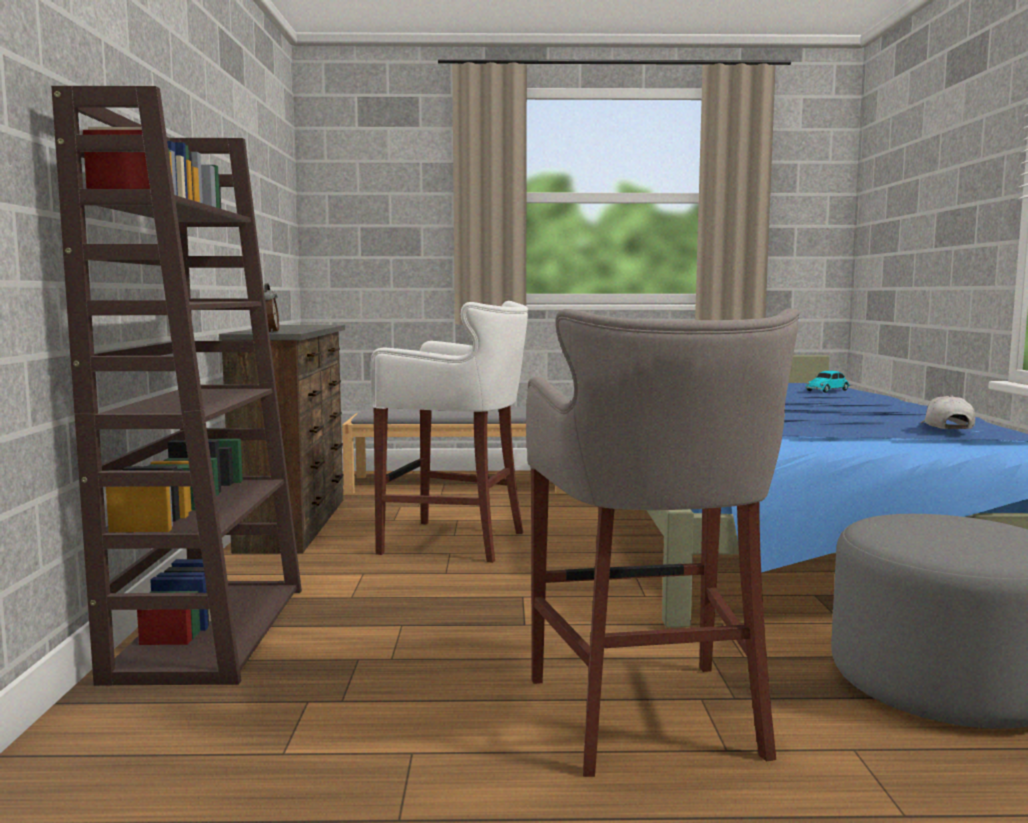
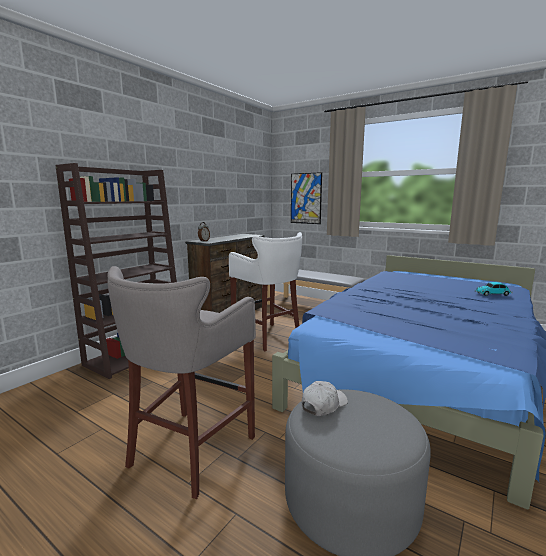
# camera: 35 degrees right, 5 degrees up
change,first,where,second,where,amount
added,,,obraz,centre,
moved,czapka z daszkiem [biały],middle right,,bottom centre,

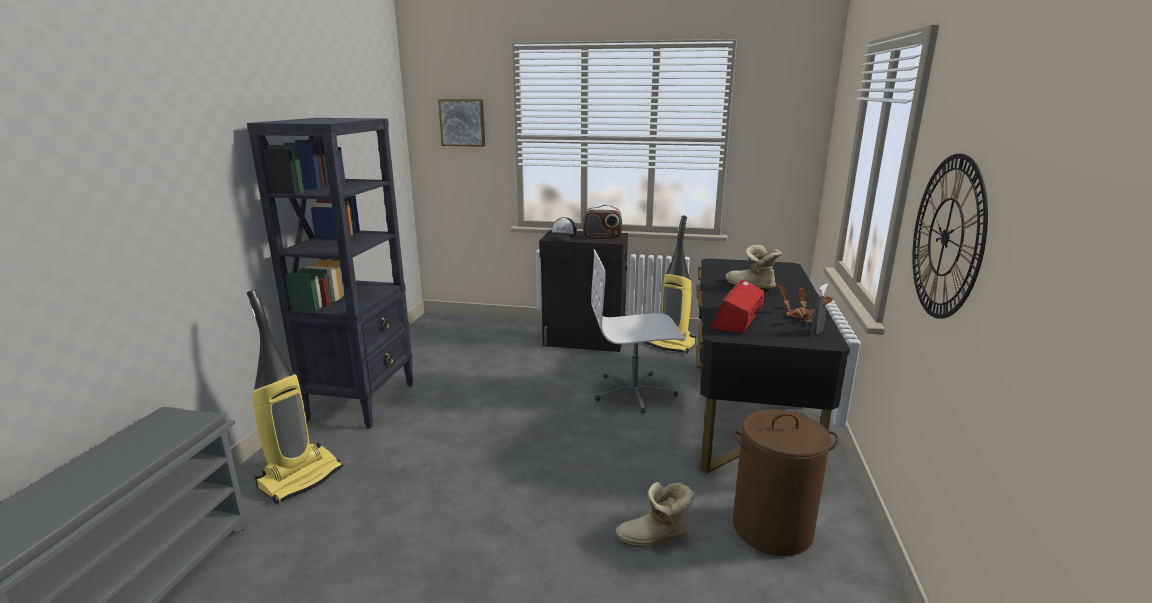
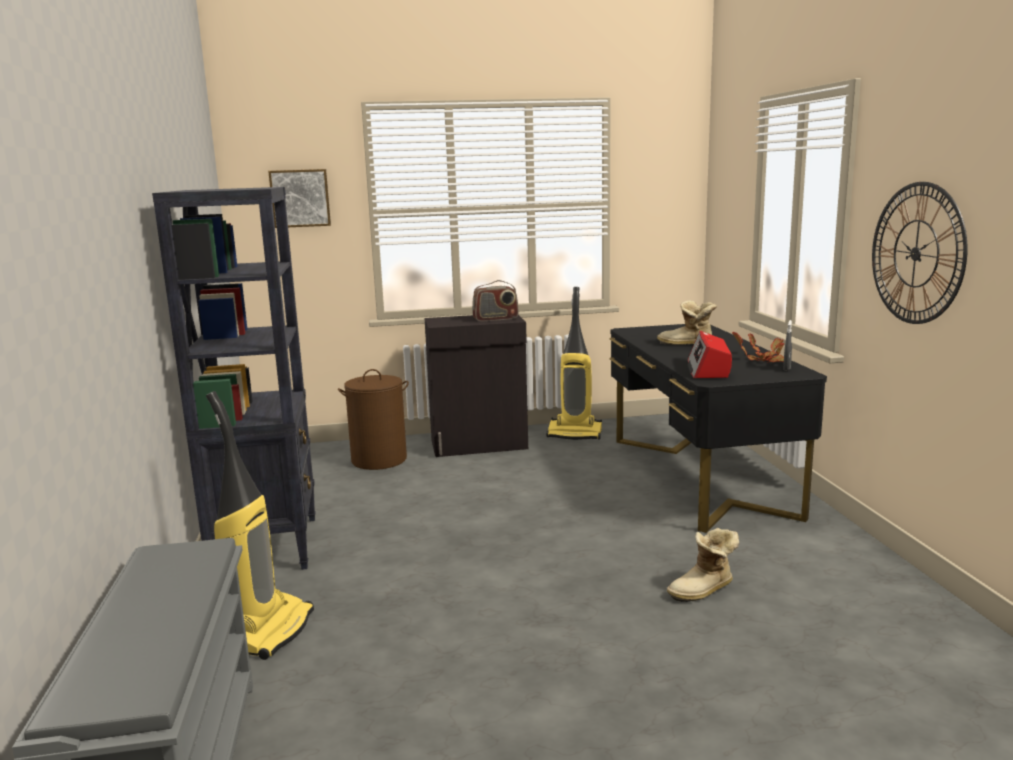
# camera: 20 degrees left, 5 degrees down
change,first,where,second,where,amount
removed,czapka z daszkiem,centre,,,
removed,krzesło biurowe [biały],centre,,,
moved,kosz na pranie [brązowy],bottom right,,centre,

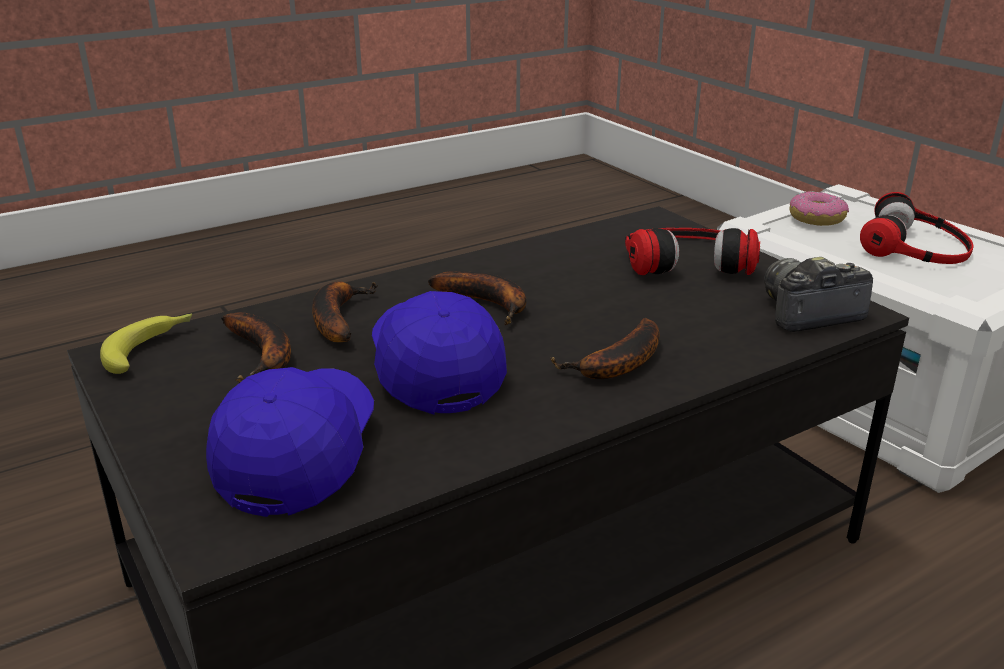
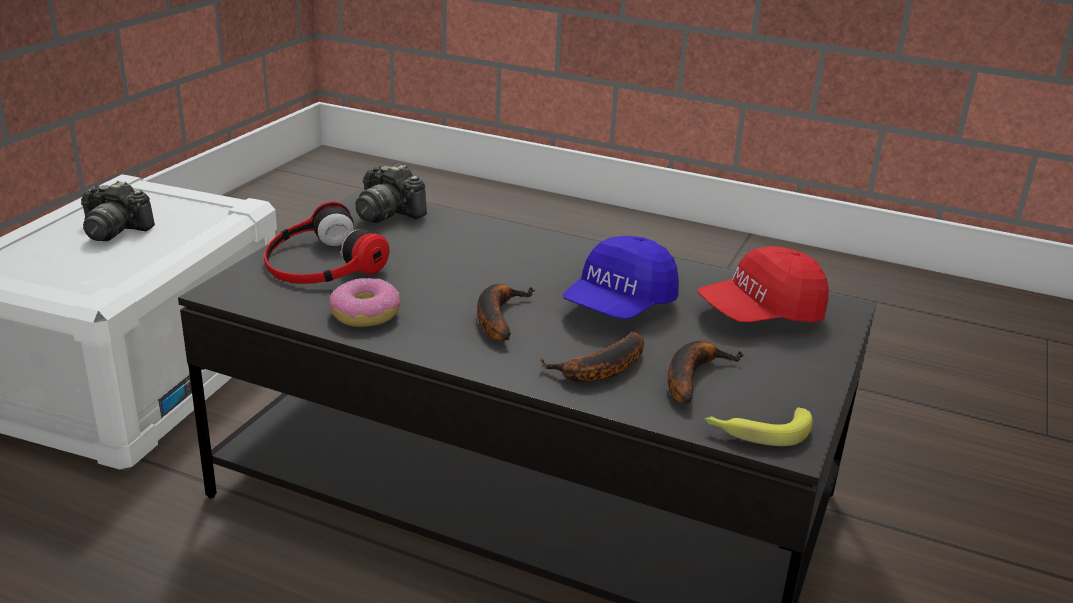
# camera: 125 degrees left, 0 degrees up
change,first,where,second,where,amount
removed,banan (5th from left),centre,,,
moved,donut,top right,,centre,
replaced,słuchawki (2nd from left),middle right,aparat fotograficzny (1st from left),middle left,
recoloured,czapka z daszkiem [niebieski] (1st from left),middle left,czapka z daszkiem [czerwony],middle right,

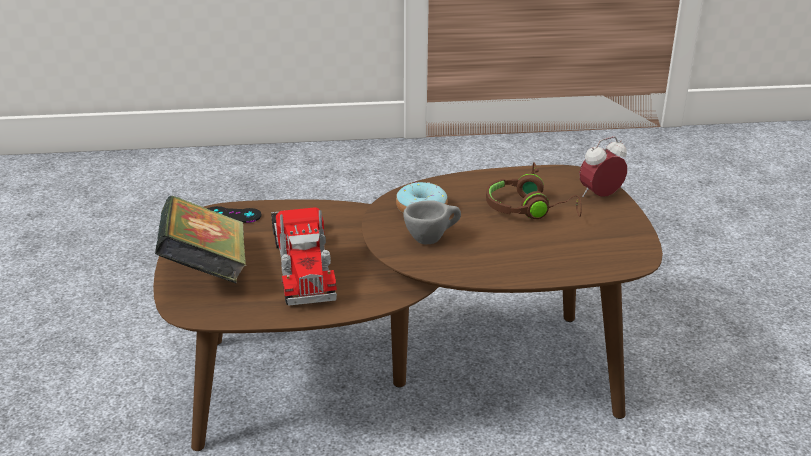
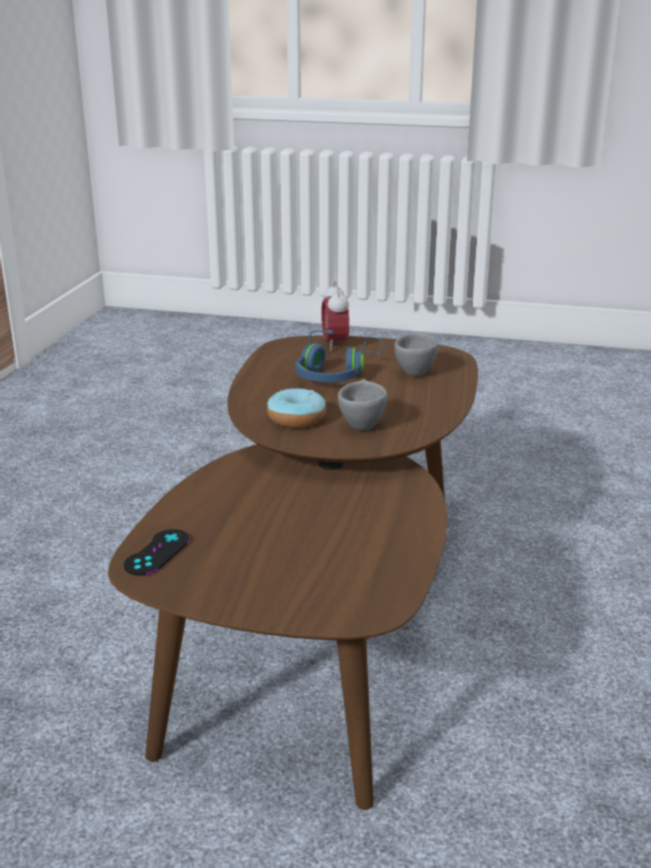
# camera: 70 degrees left, 5 degrees down
change,first,where,second,where,amount
removed,książka,middle left,,,
removed,ciężarówka zabawkowa,centre,,,
added,,,filiżanka [szary] (2nd from left),centre,
recoloured,słuchawki [brązowy],centre,słuchawki [niebieski],centre,

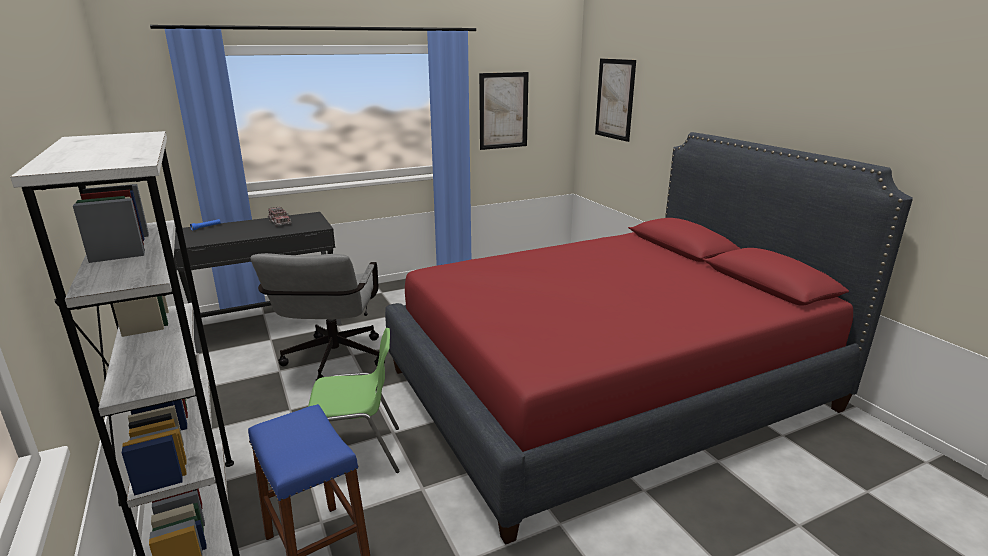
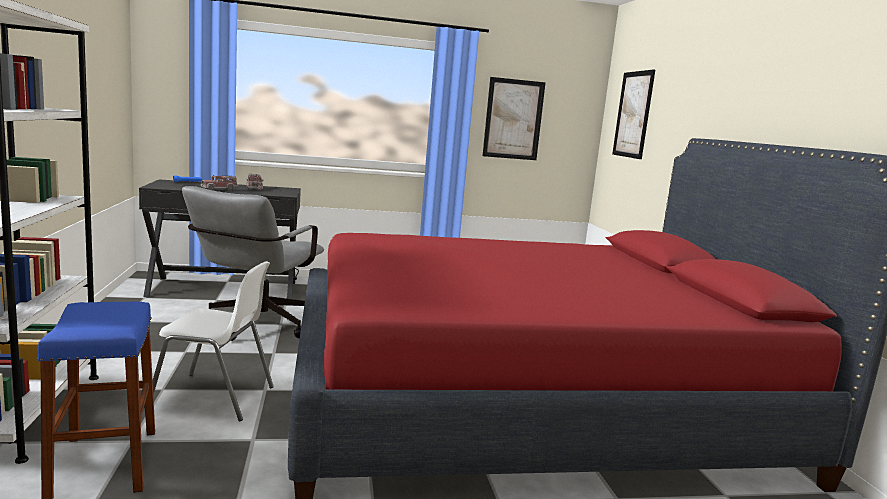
# camera: 15 degrees right, 10 degrees down
change,first,where,second,where,amount
added,,,ciężarówka zabawkowa (1st from left),middle left,
recoloured,krzesło [zielony],bottom centre,krzesło [biały],bottom left,

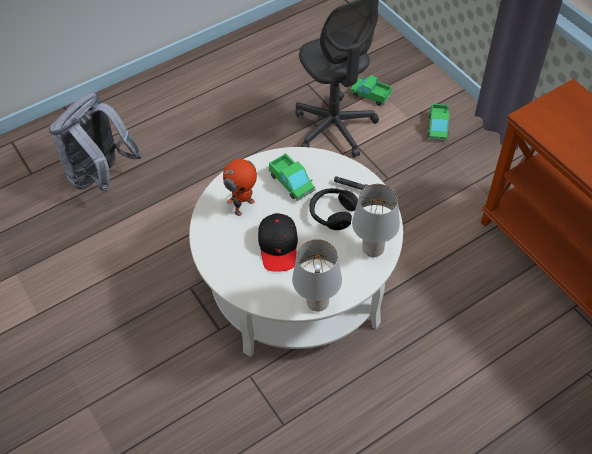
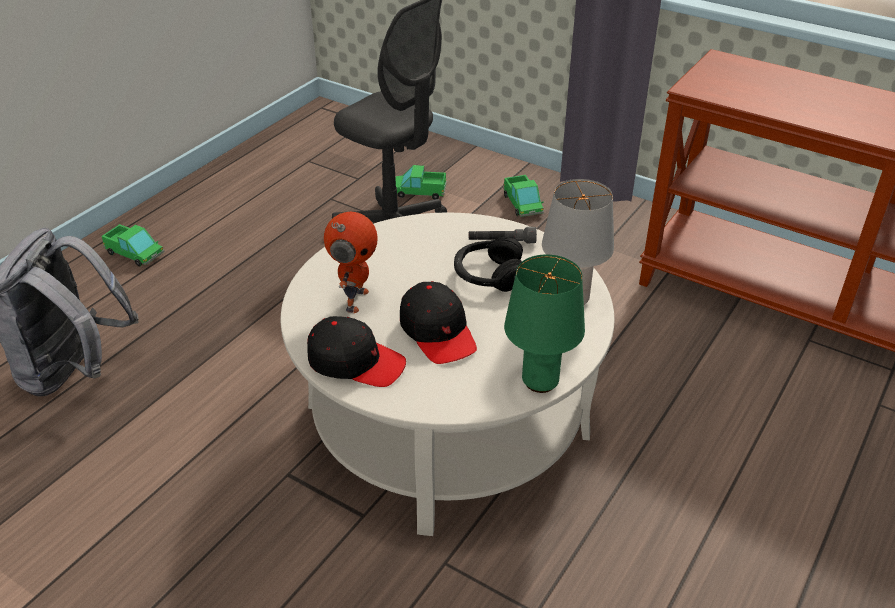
# camera: 25 degrees left, 15 degrees down
change,first,where,second,where,amount
added,,,czapka z daszkiem [czarny] (1st from left),centre,
moved,ciężarówka zabawkowa (1st from left),centre,,middle left,
recoloured,lampa stołowa [szary] (1st from left),centre,lampa stołowa [zielony],centre,

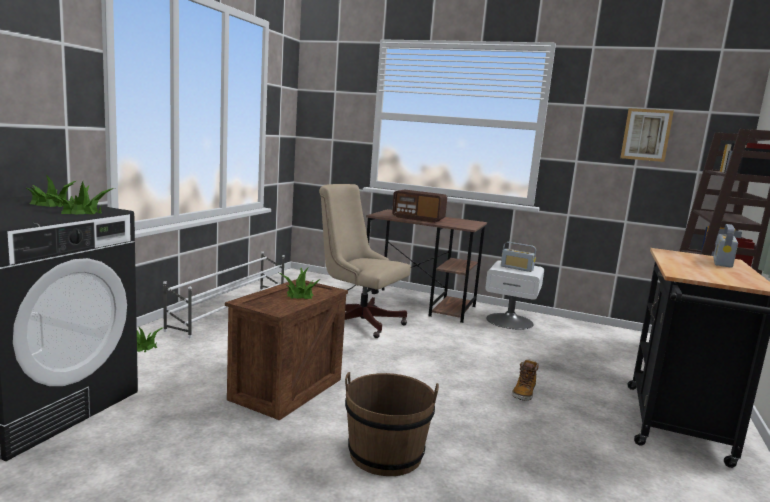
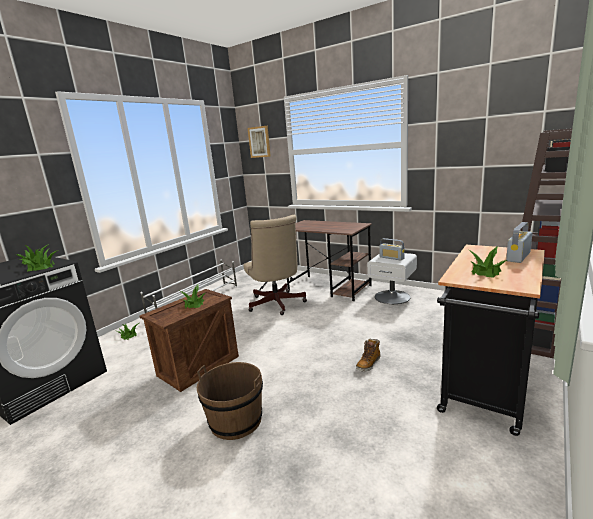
# camera: 15 degrees right, 5 degrees up
change,first,where,second,where,amount
removed,radio (1st from left),centre,,,
added,,,roślina doniczkowa (5th from left),middle right,
moved,obraz,top right,,top centre,
turned,krzesło biurowe [beżowy],centre,,centre,150 degrees counterclockwise

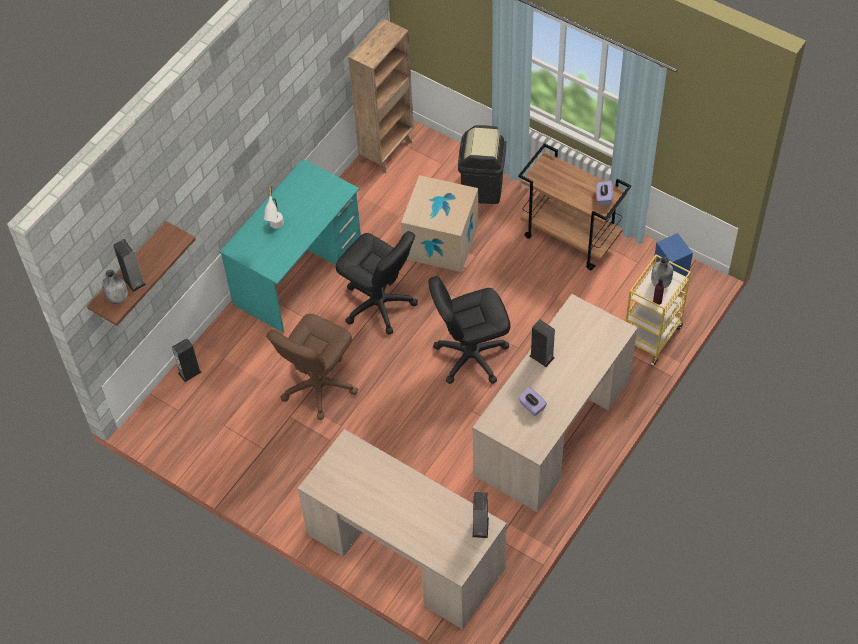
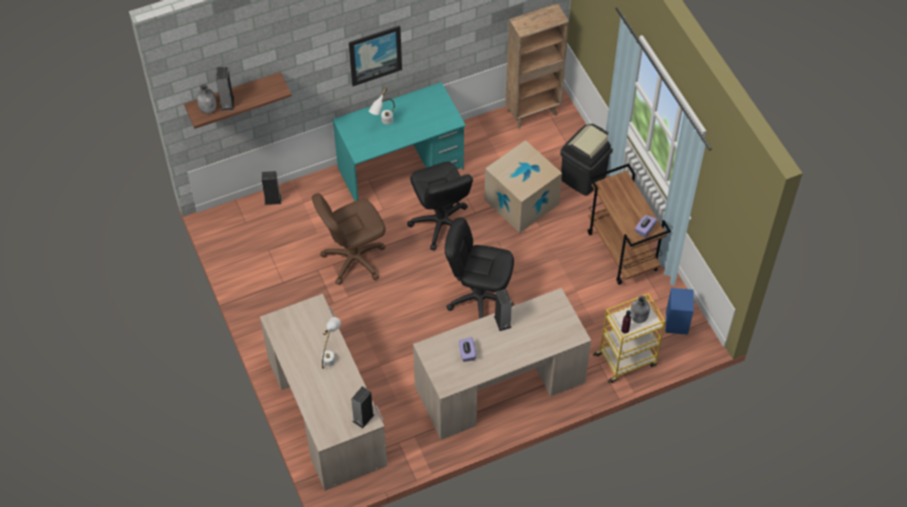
# camera: 30 degrees right, 0 degrees up
change,first,where,second,where,amount
added,,,lampa stołowa [biały] (1st from left),bottom centre,
added,,,obraz,top centre,

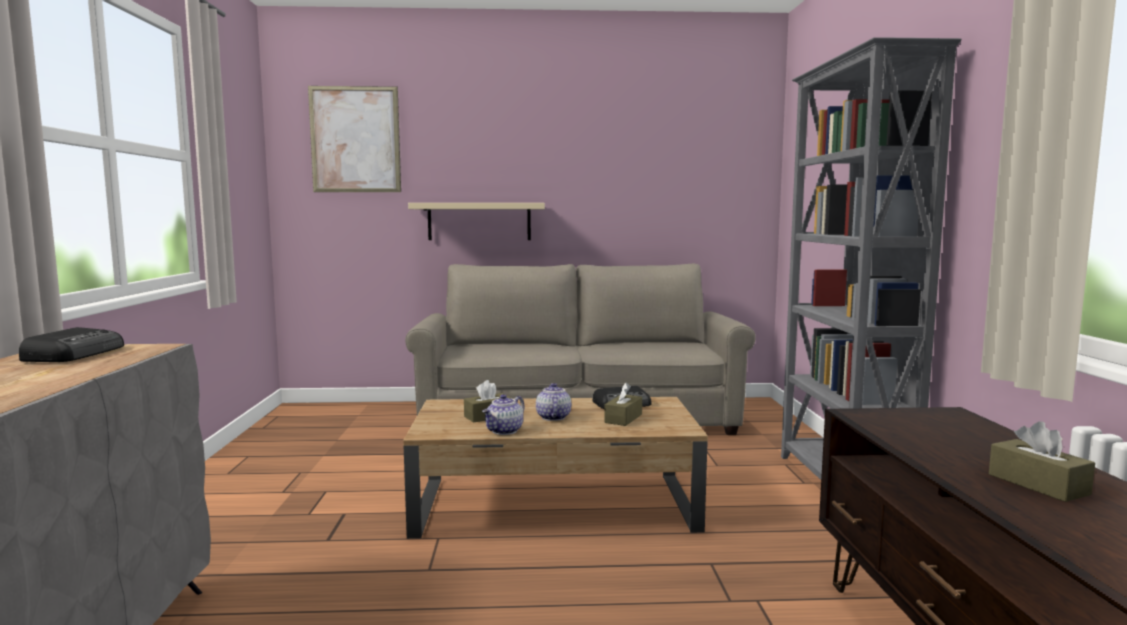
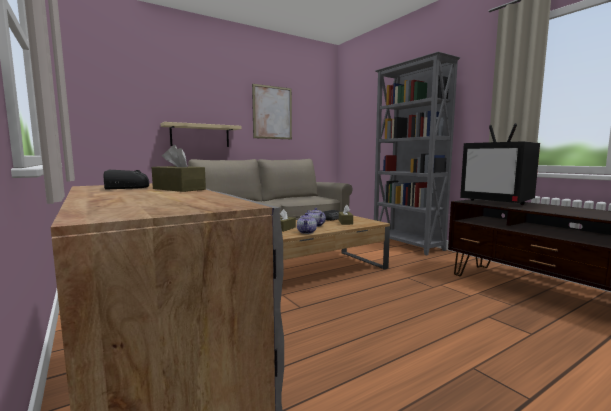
# camera: 30 degrees left, 0 degrees up
change,first,where,second,where,amount
added,,,telewizor,middle right,
moved,obraz,top left,,top centre,
moved,pudełko chusteczek [brązowy] (3rd from left in the first image),bottom right,pudełko chusteczek [brązowy] (1st from left),middle left,

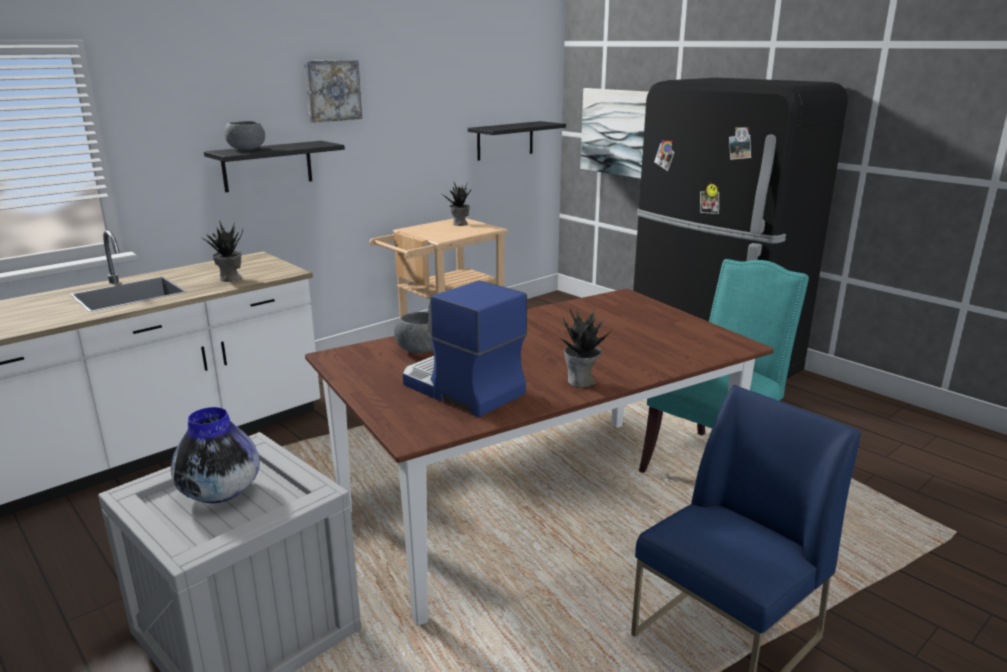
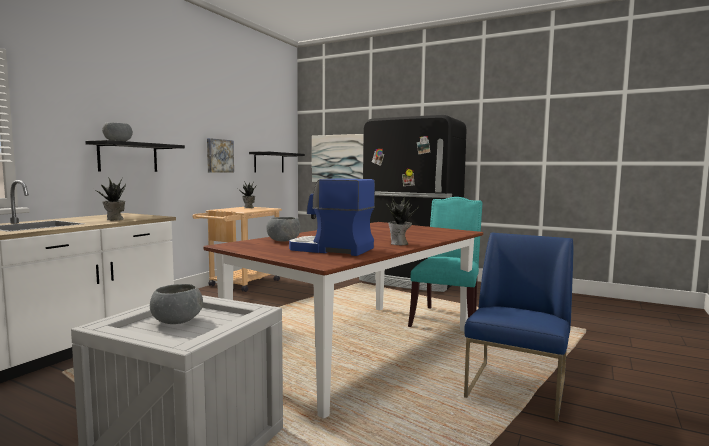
# camera: 20 degrees left, 15 degrees down
change,first,where,second,where,amount
moved,obraz (1st from left),top left,,middle left,
replaced,wazon,bottom left,miska [szary] (2nd from left),bottom left,

